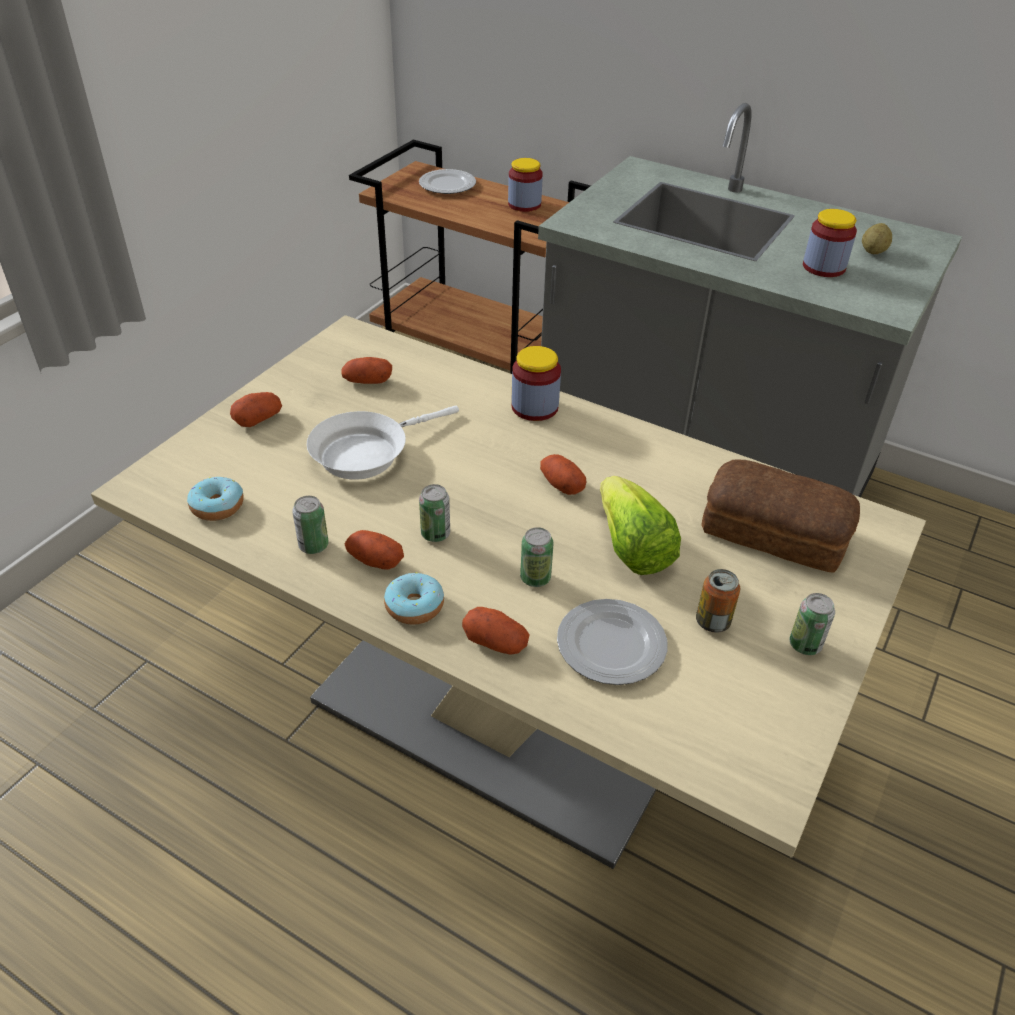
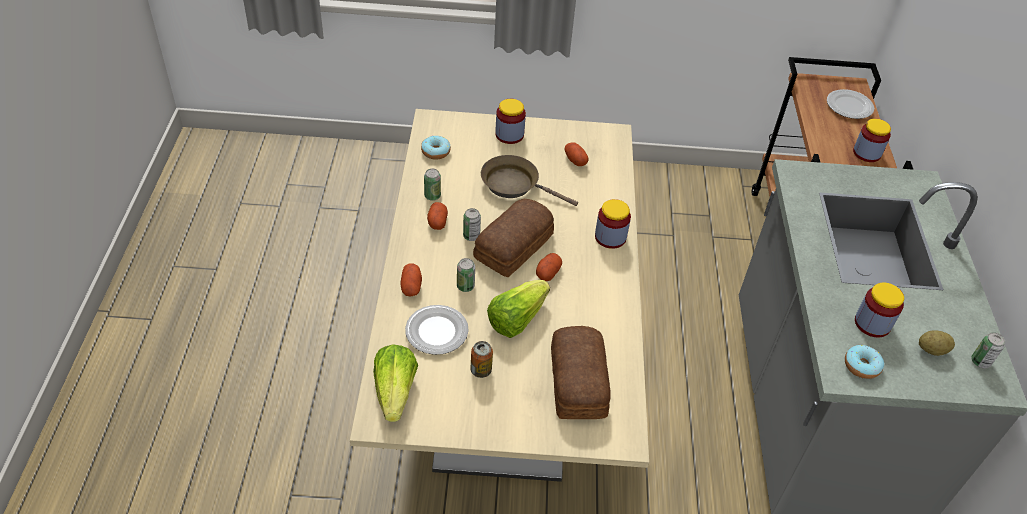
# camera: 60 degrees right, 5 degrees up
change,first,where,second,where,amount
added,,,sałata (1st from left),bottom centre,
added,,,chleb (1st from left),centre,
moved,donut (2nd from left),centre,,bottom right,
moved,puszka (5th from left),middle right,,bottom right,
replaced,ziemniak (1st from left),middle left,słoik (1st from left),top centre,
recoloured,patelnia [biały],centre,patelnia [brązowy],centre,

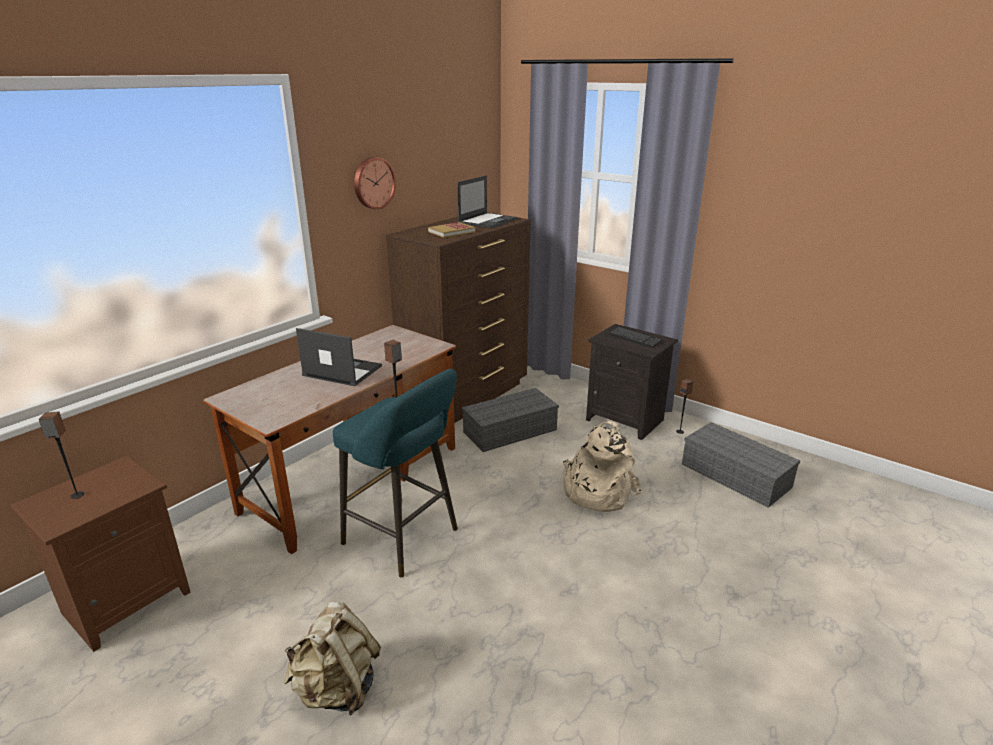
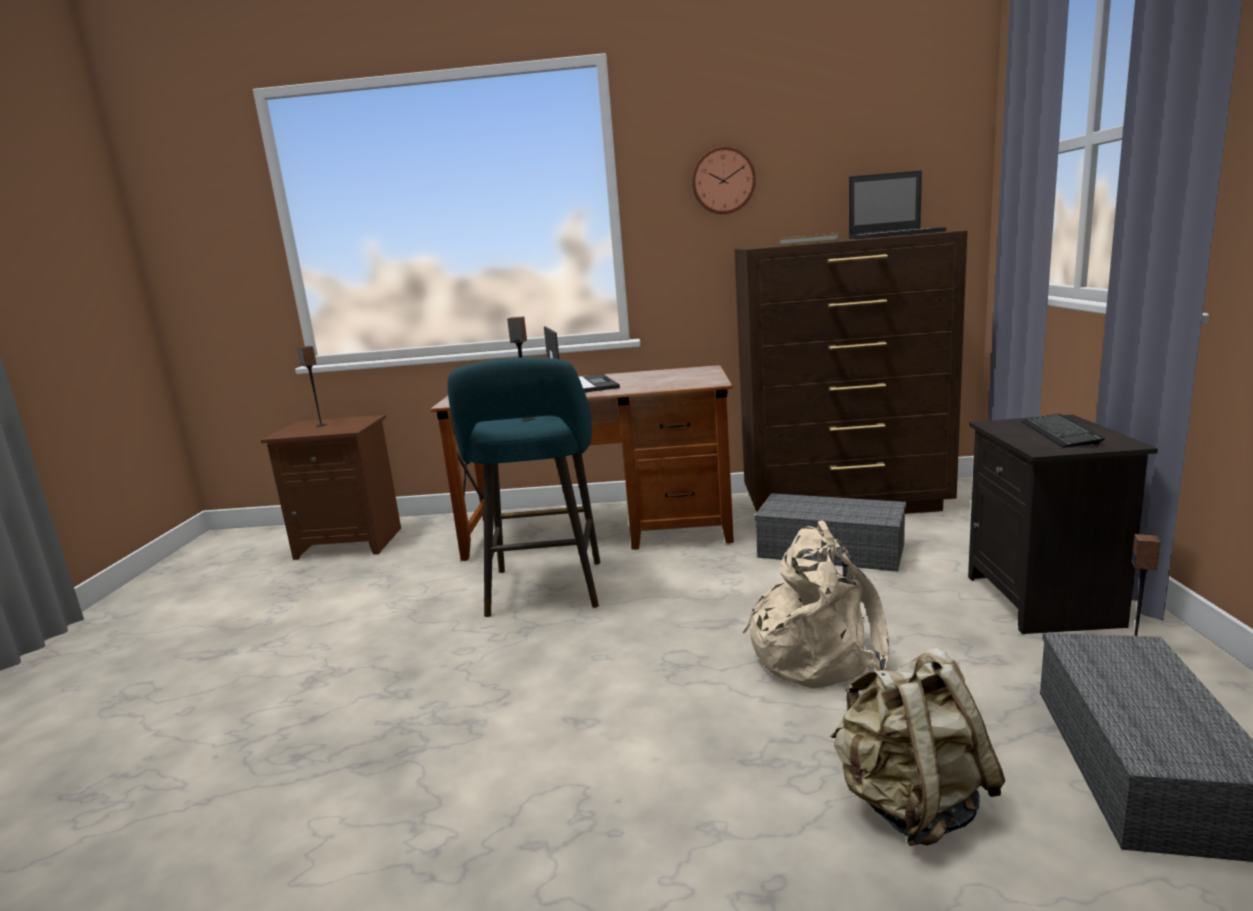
# camera: 55 degrees right, 10 degrees down
change,first,where,second,where,amount
moved,plecak [beżowy] (1st from left in the first image),bottom centre,plecak [beżowy] (2nd from left),bottom right,

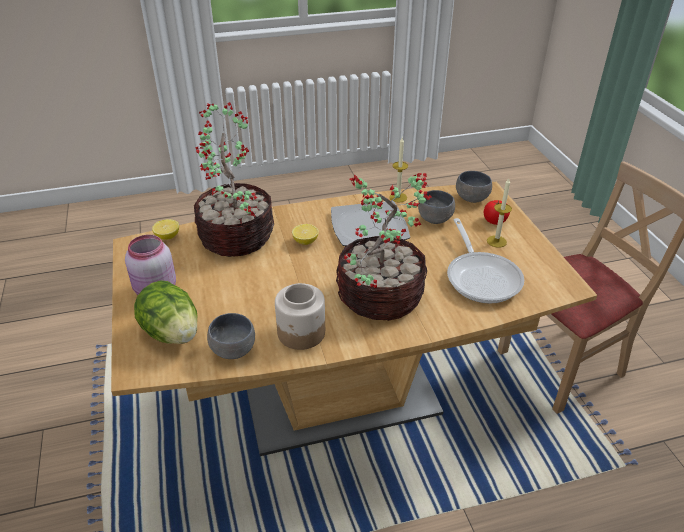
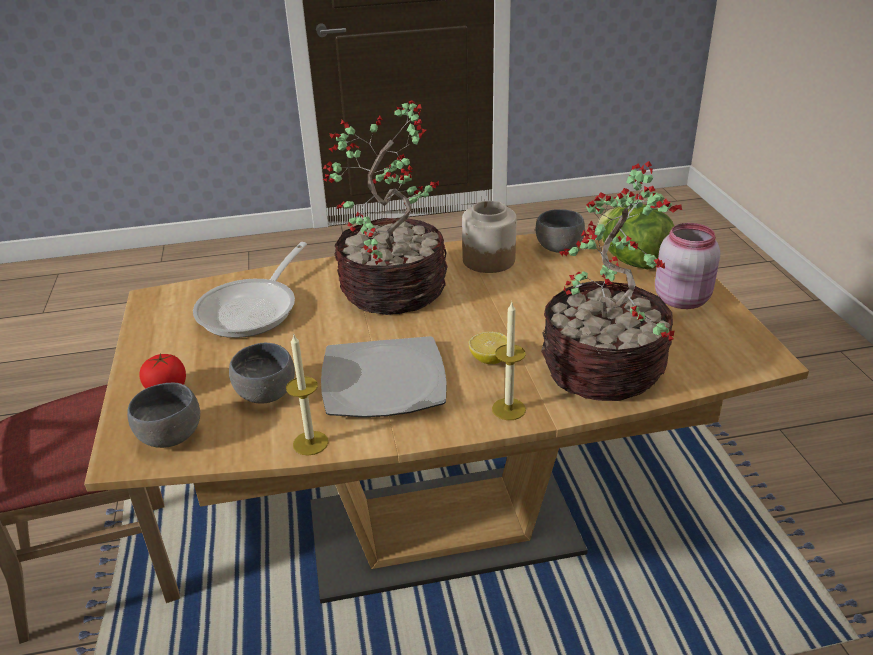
# camera: 175 degrees left, 5 degrees down
change,first,where,second,where,amount
removed,cytryna (1st from left),middle left,,,
moved,świeca (2nd from left),middle right,,centre,
turned,patelnia,middle right,,middle left,150 degrees counterclockwise

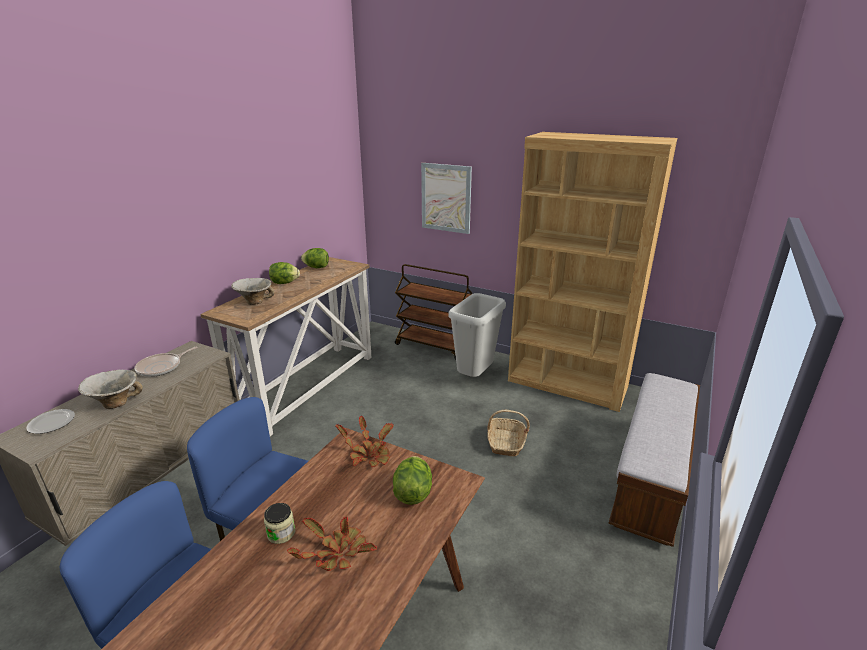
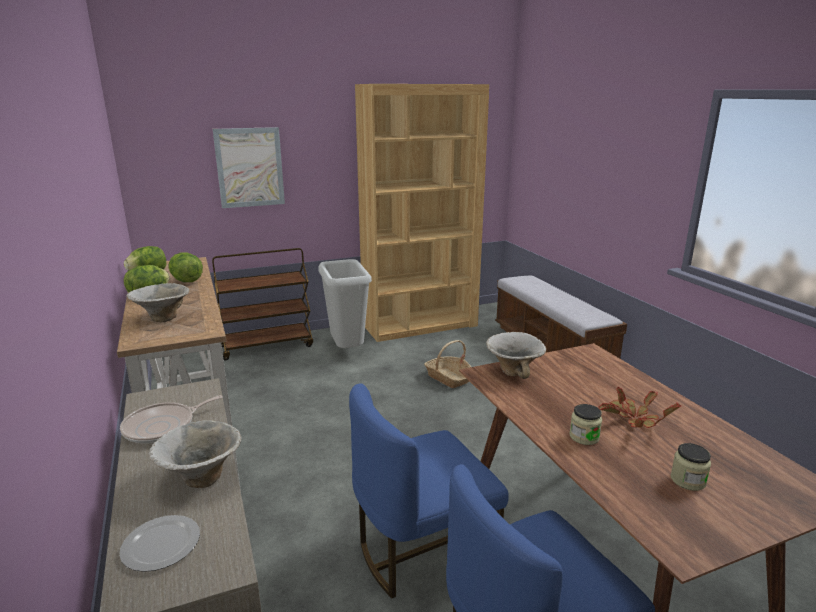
# camera: 50 degrees left, 5 degrees down
change,first,where,second,where,amount
added,,,słoik (2nd from left),bottom right,
moved,sałata (3rd from left),bottom centre,,middle left,
replaced,roślina doniczkowa (2nd from left),bottom centre,miska (3rd from left),centre,
turned,patelnia,middle left,,bottom left,60 degrees clockwise

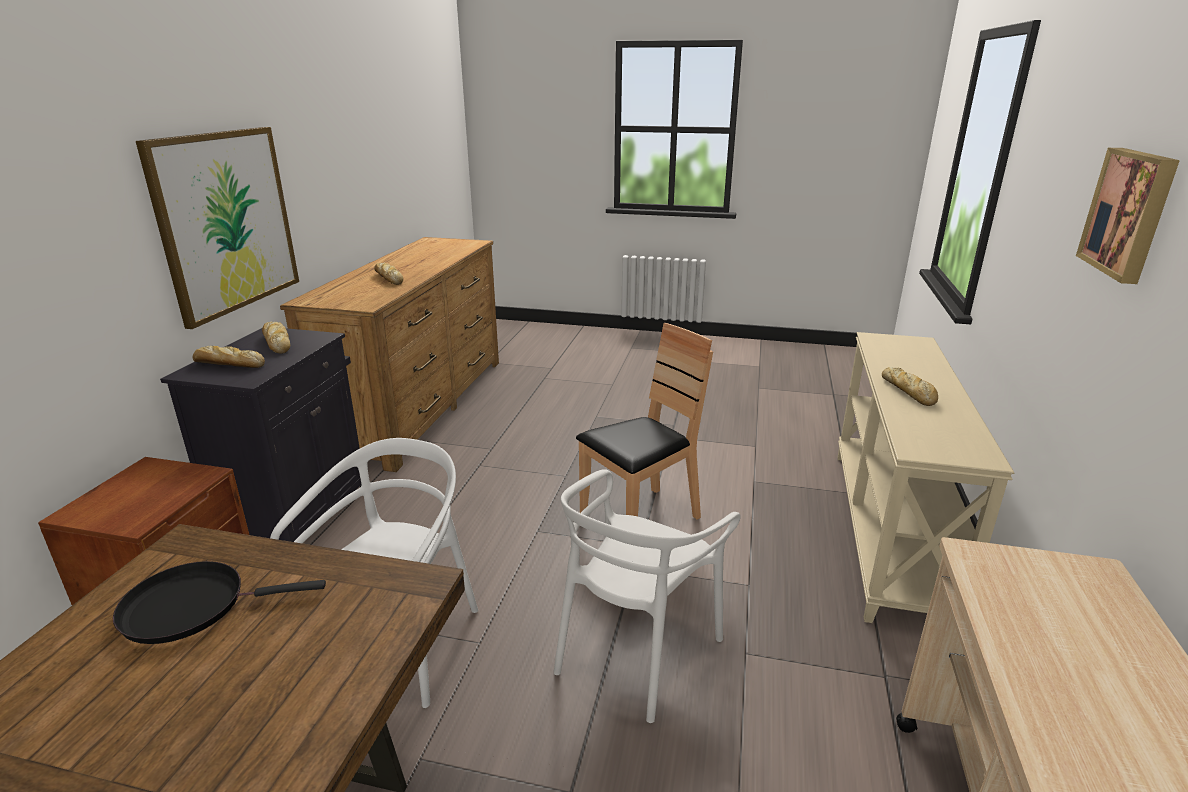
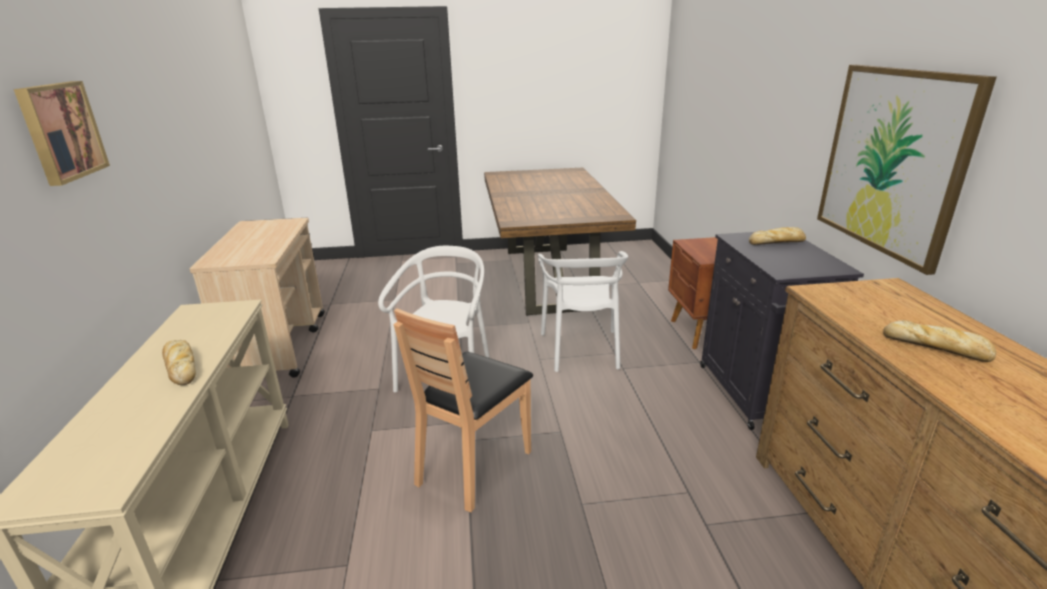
# camera: 160 degrees right, 0 degrees up
change,first,where,second,where,amount
removed,patelnia [czarny],bottom left,,,
removed,chleb (2nd from left),middle left,,,

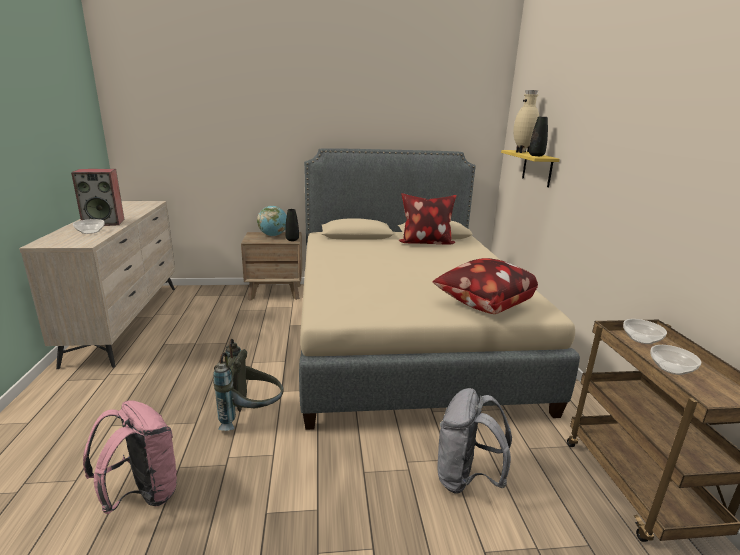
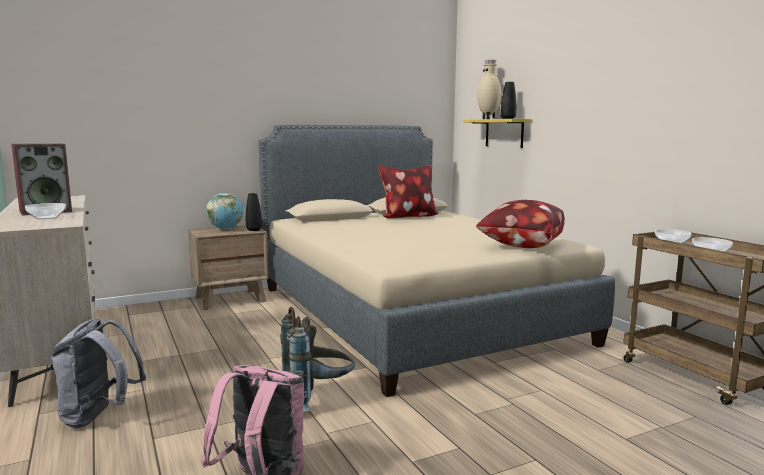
# camera: 20 degrees left, 10 degrees down
change,first,where,second,where,amount
moved,plecak [szary] (2nd from left in the first image),bottom centre,plecak [szary] (1st from left),bottom left,

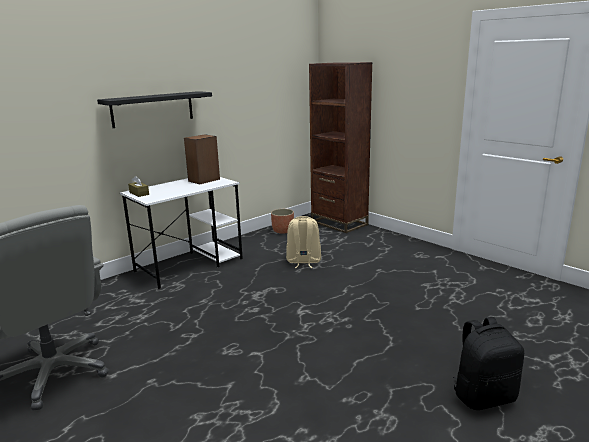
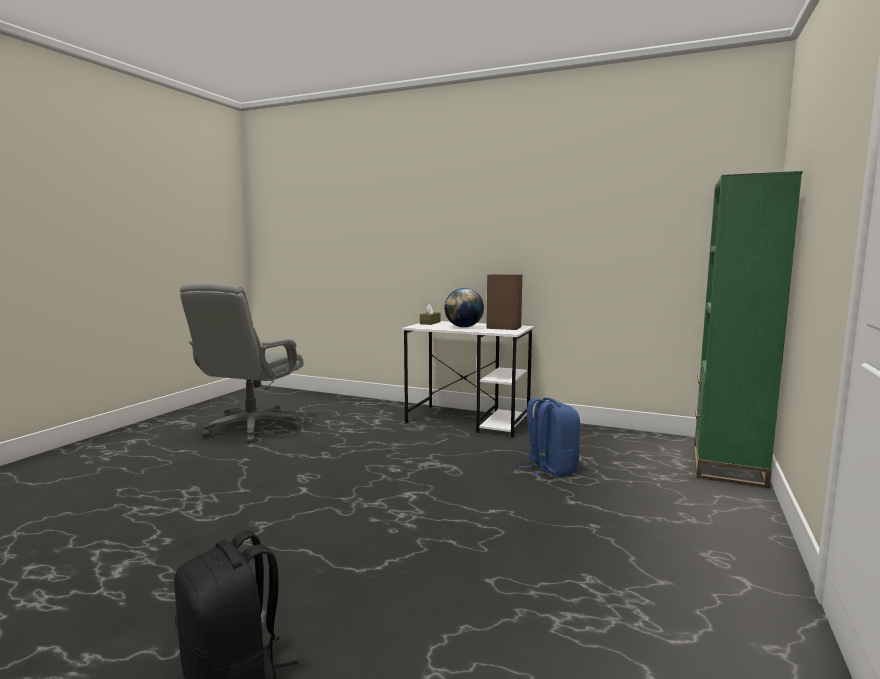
# camera: 65 degrees right, 10 degrees down
change,first,where,second,where,amount
removed,półka [czarny],top left,,,
removed,donica,centre,,,
added,,,globus,centre,
recoloured,plecak [beżowy],centre,plecak [niebieski],centre,
recoloured,regał [brązowy],top centre,regał [zielony],middle right,

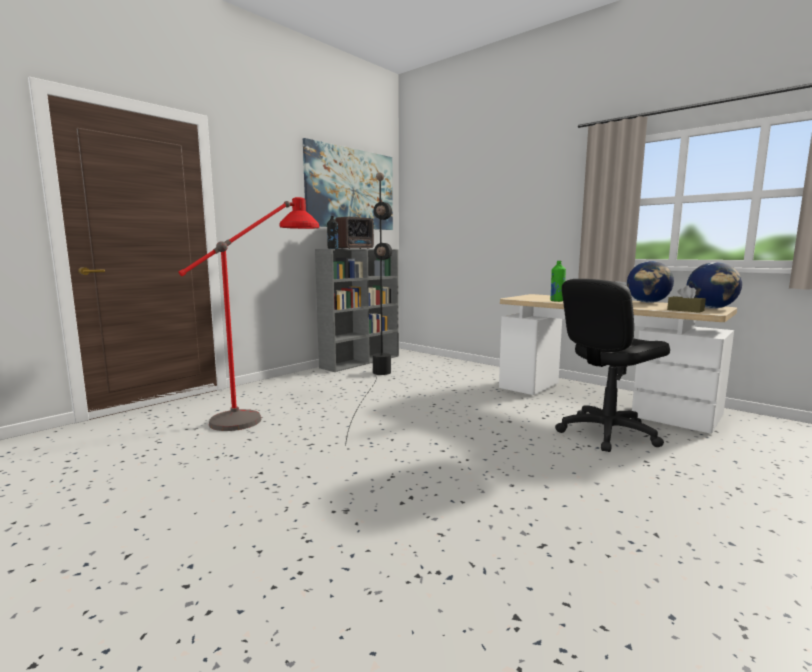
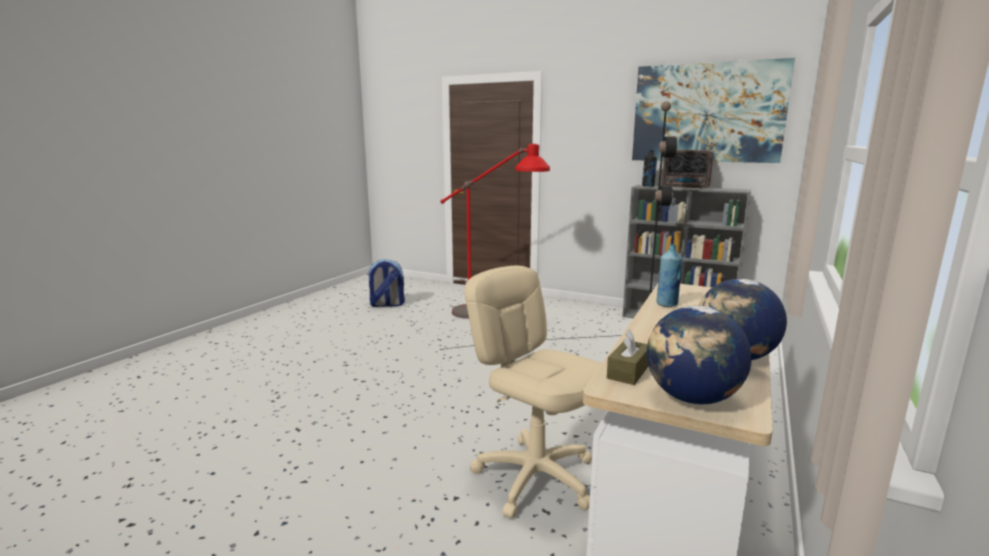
# camera: 75 degrees right, 5 degrees up
change,first,where,second,where,amount
added,,,plecak,centre,
recoloured,butelka [zielony],middle right,butelka [niebieski],middle right,
recoloured,krzesło biurowe [czarny],middle right,krzesło biurowe [beżowy],bottom centre,

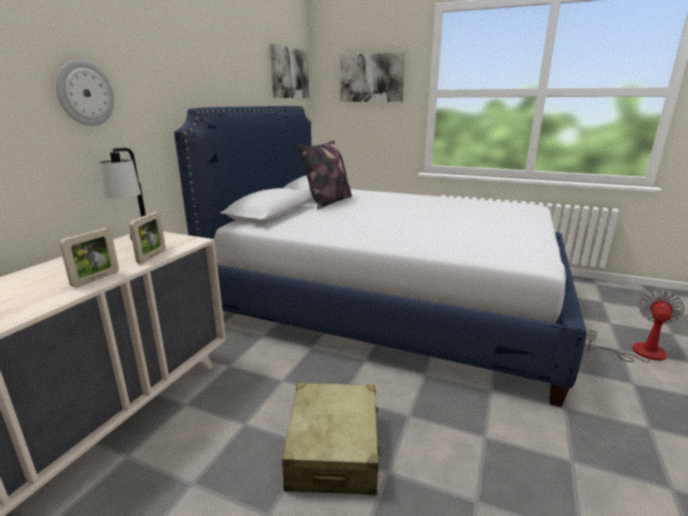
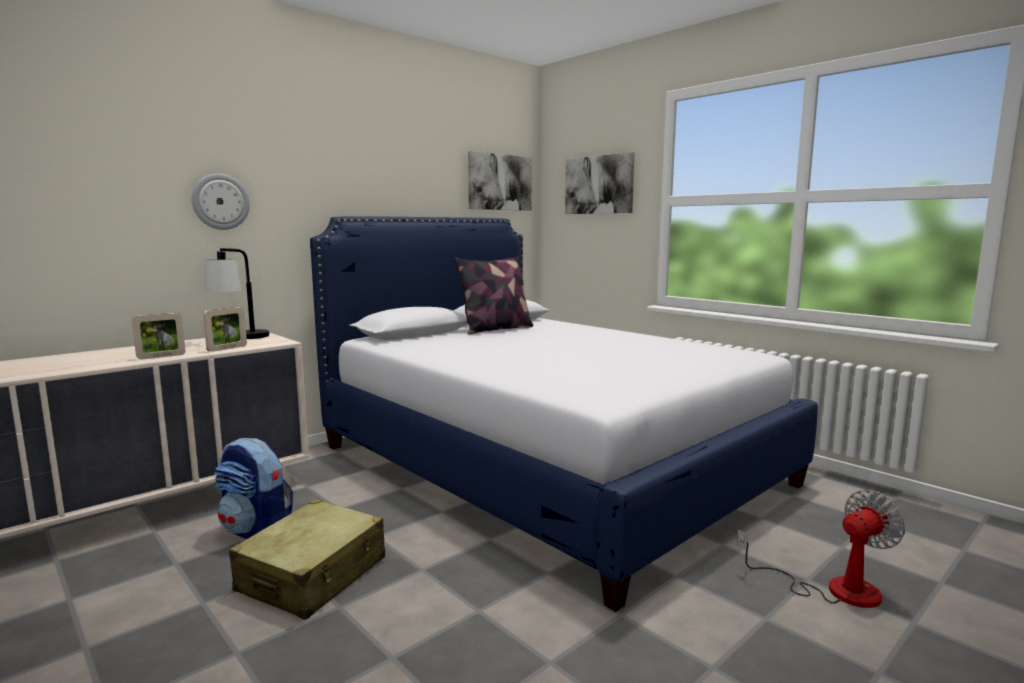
# camera: 25 degrees right, 10 degrees down
change,first,where,second,where,amount
added,,,plecak,bottom left,

